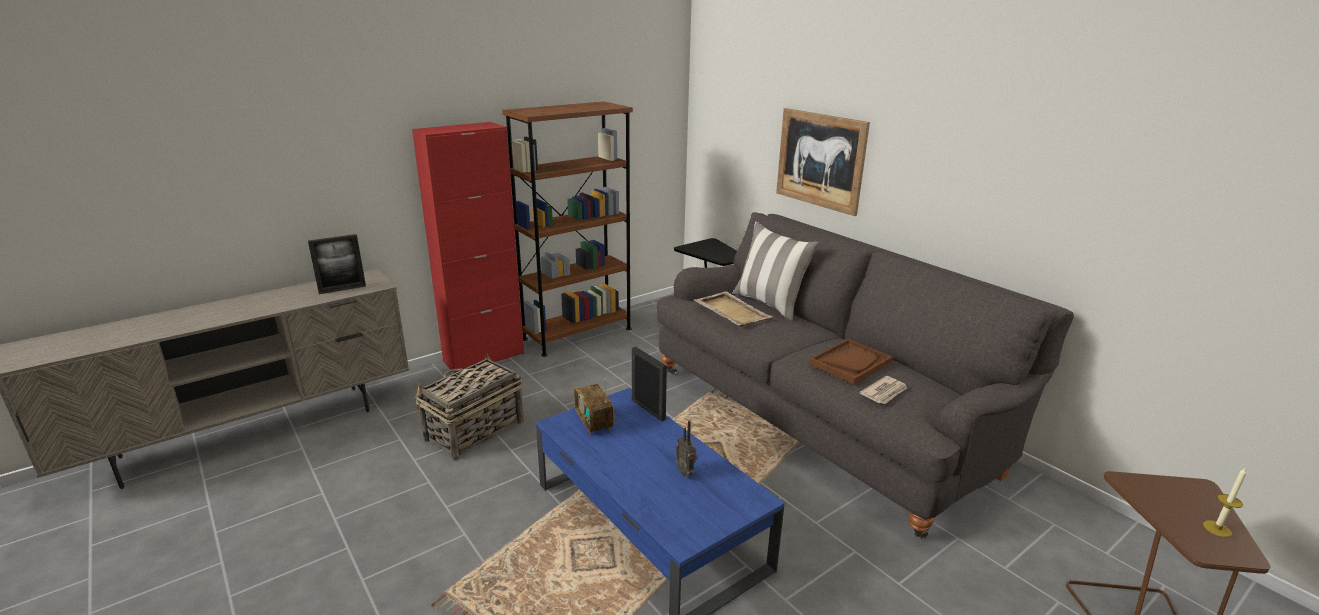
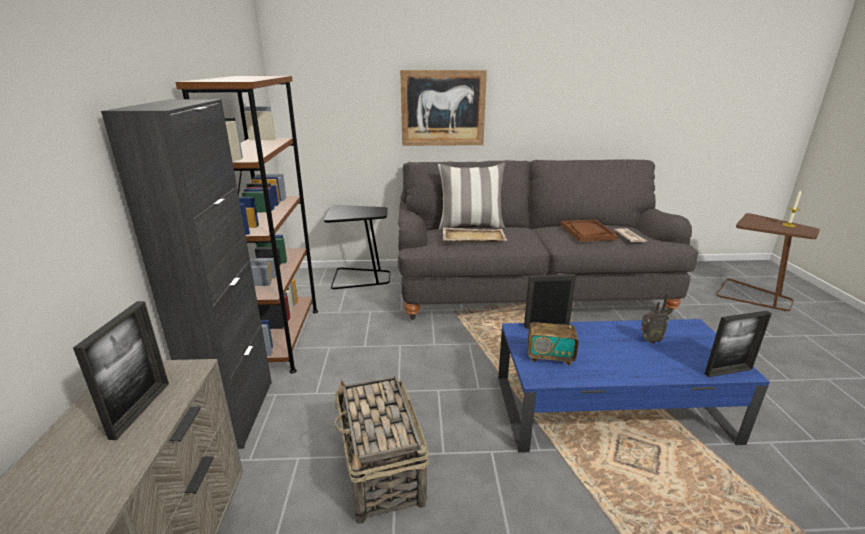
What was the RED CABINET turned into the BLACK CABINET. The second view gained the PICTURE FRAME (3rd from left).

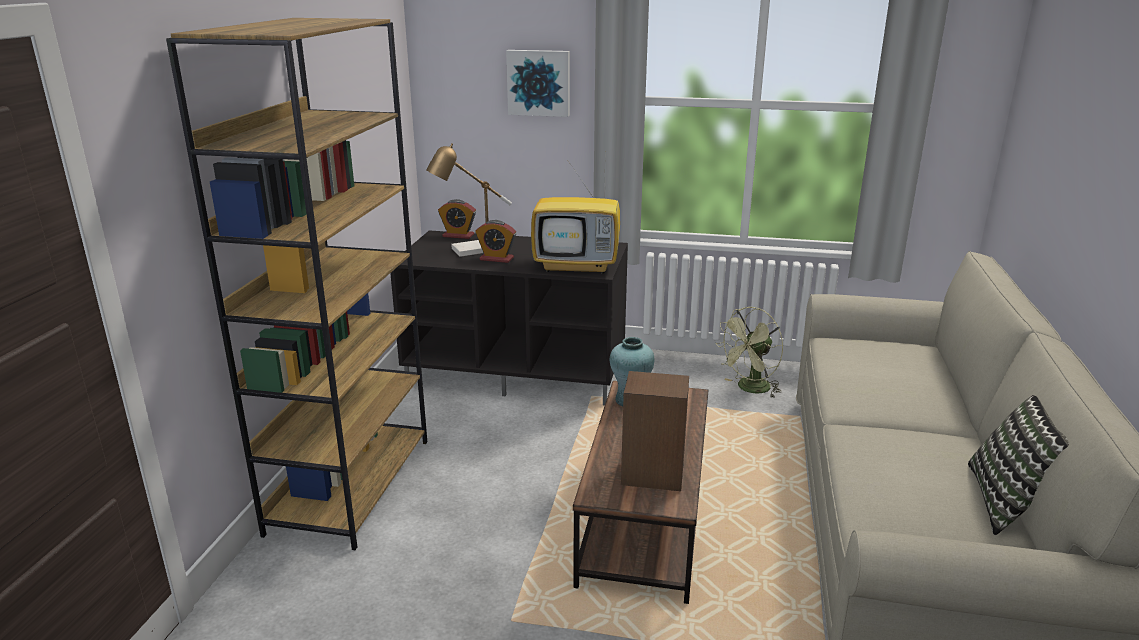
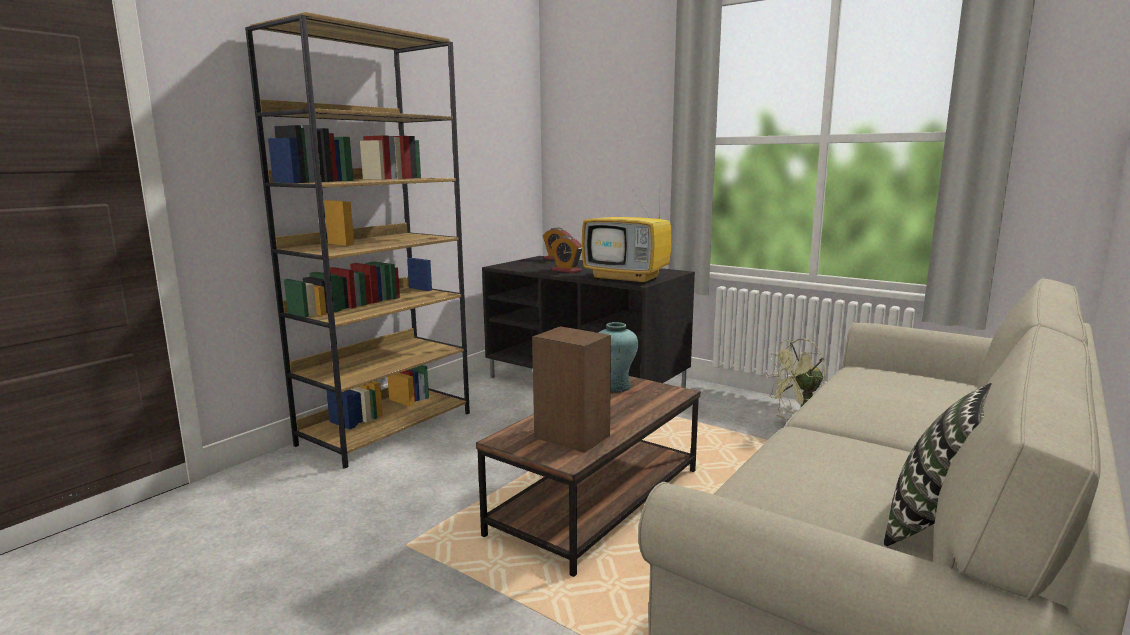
The second view lost the TABLE LAMP. The second view lost the PICTURE.

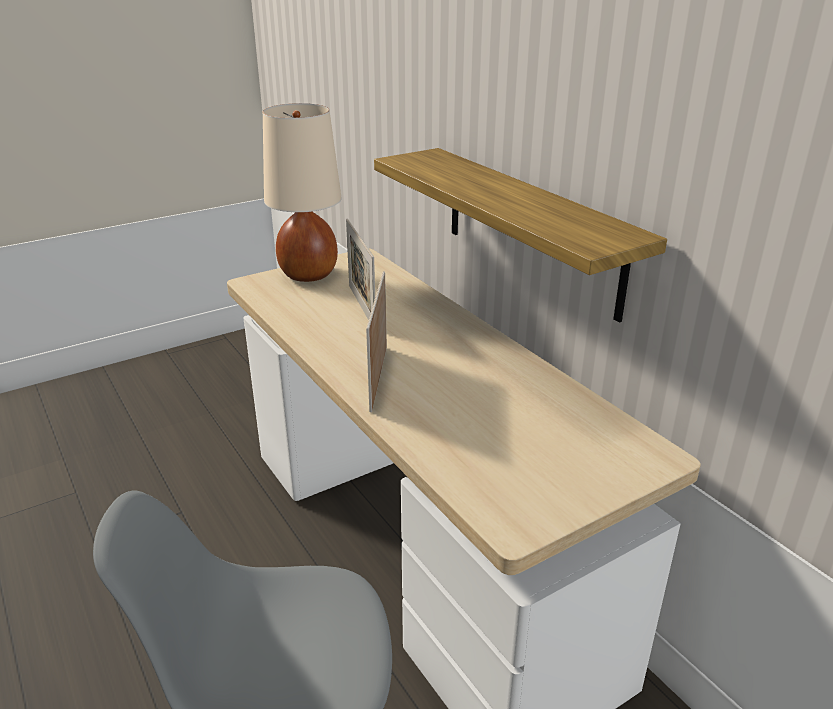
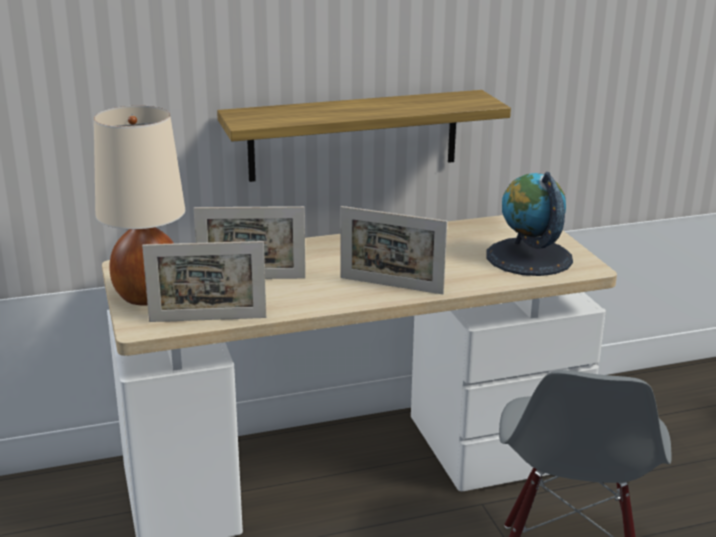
The second view gained the PICTURE FRAME (1st from left). The second view gained the GLOBE.

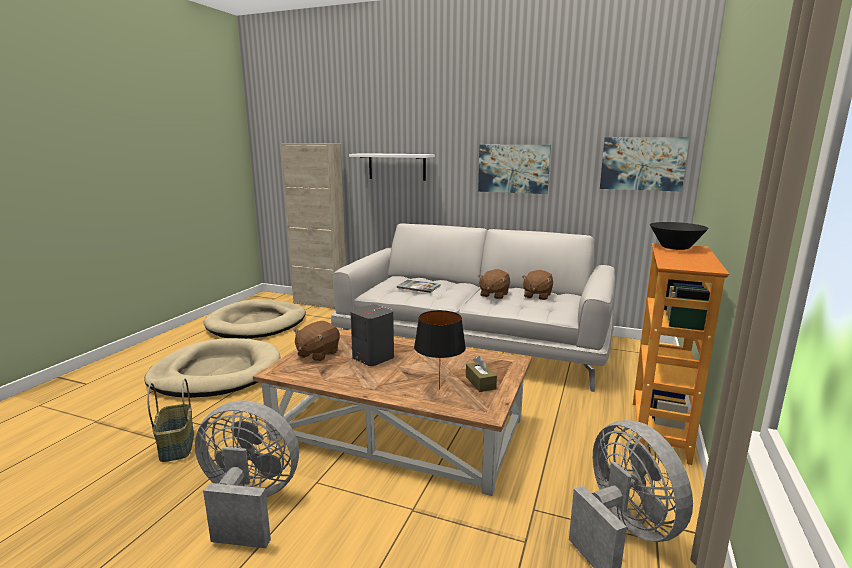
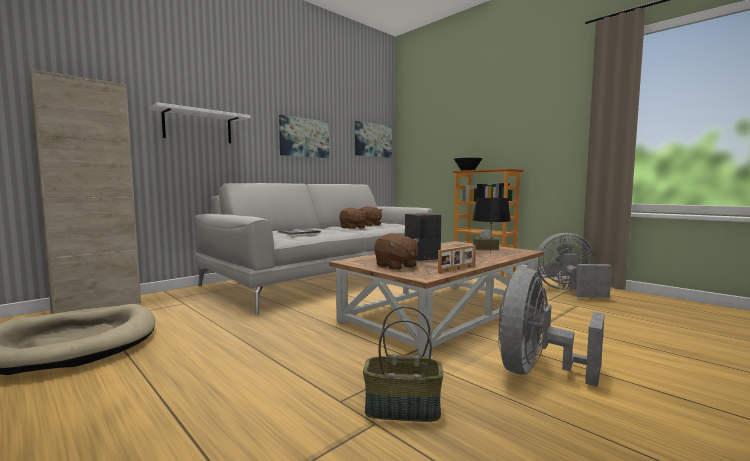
The second view lost the BEIGE DOG BED (1st from left). The second view gained the PICTURE FRAME.

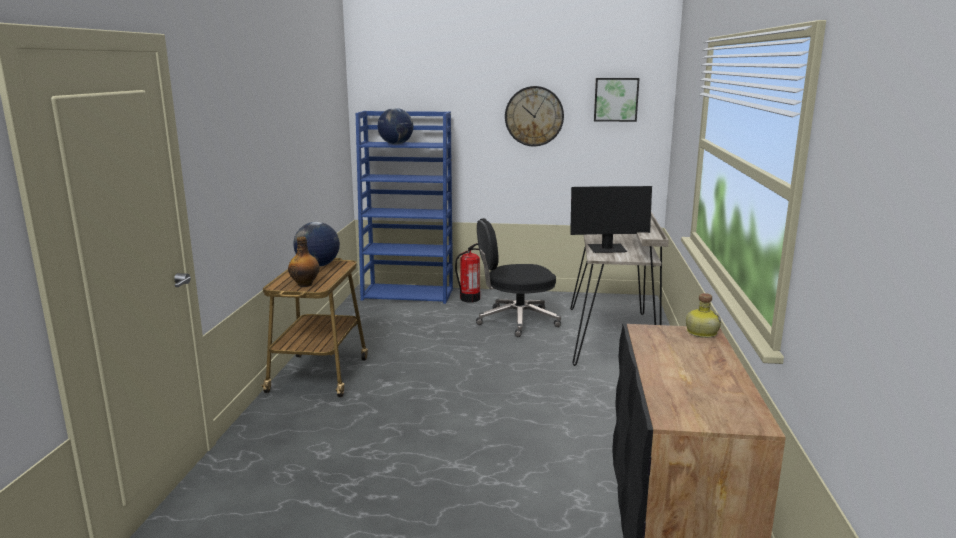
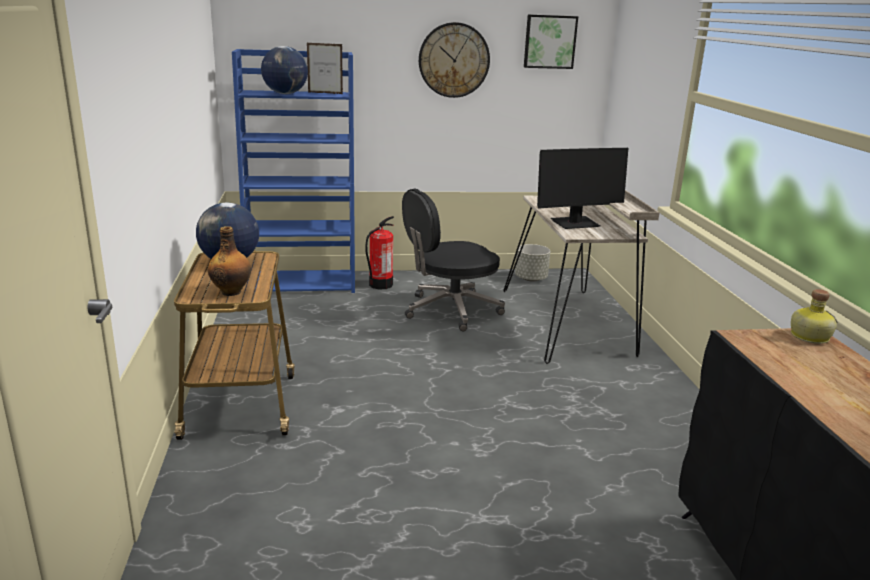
The second view gained the PICTURE FRAME. The second view gained the GREY PLANTER.

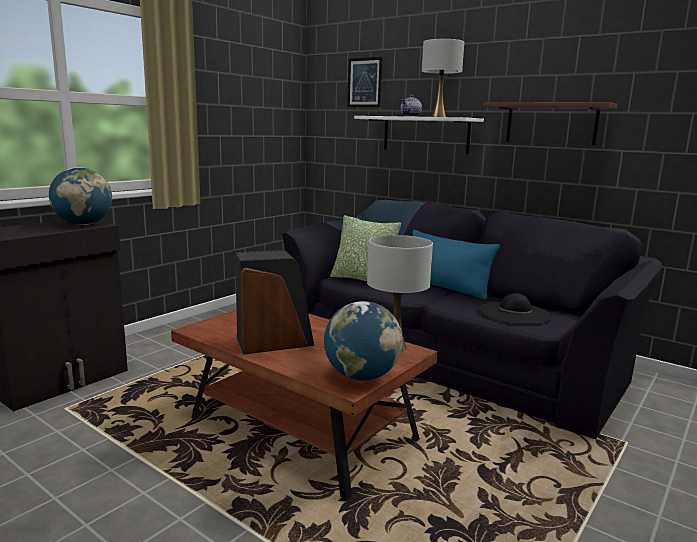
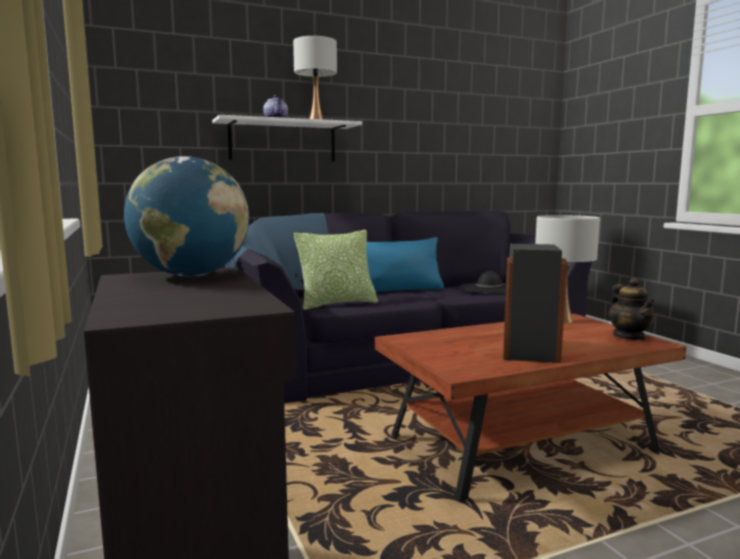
Where the GLOBE (2nd from left) stood, the TEAPOT (2nd from left) came to stand. The second view lost the PICTURE. The second view lost the BROWN SHELF.

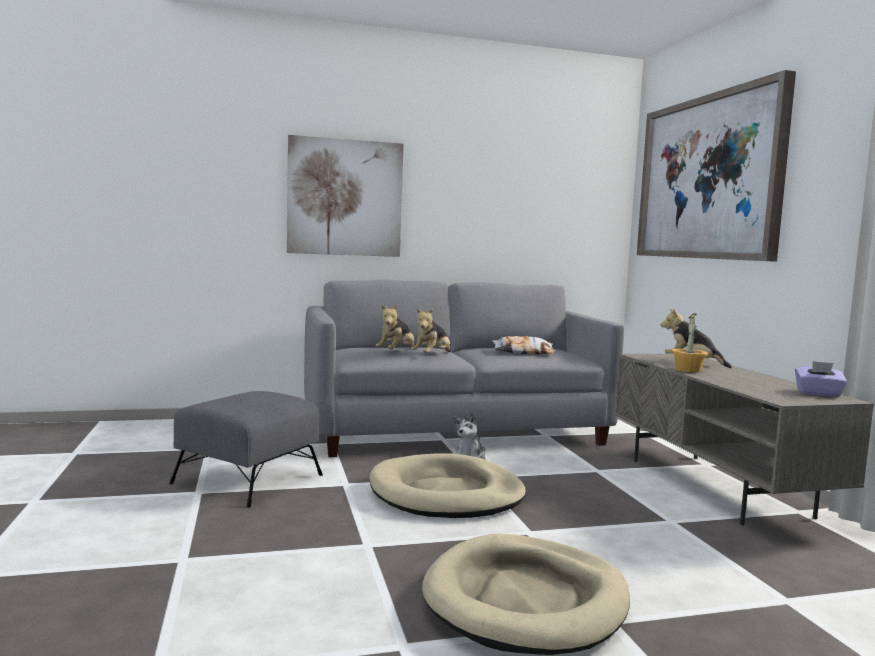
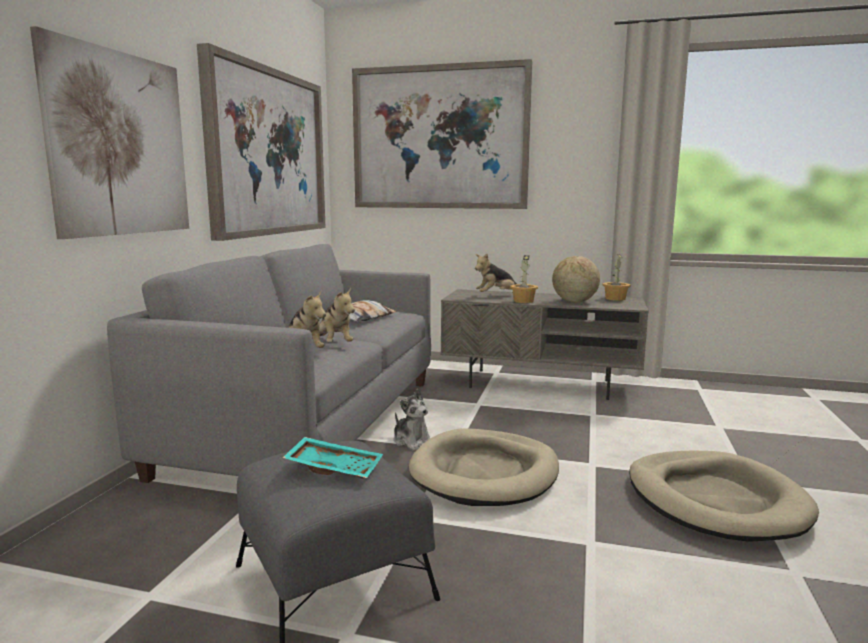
Where the PURPLE TISSUE BOX stood, the POTTED PLANT (2nd from left) came to stand. The second view gained the PICTURE (2nd from left). The second view gained the TURQUOISE TRAY. The second view gained the GLOBE.

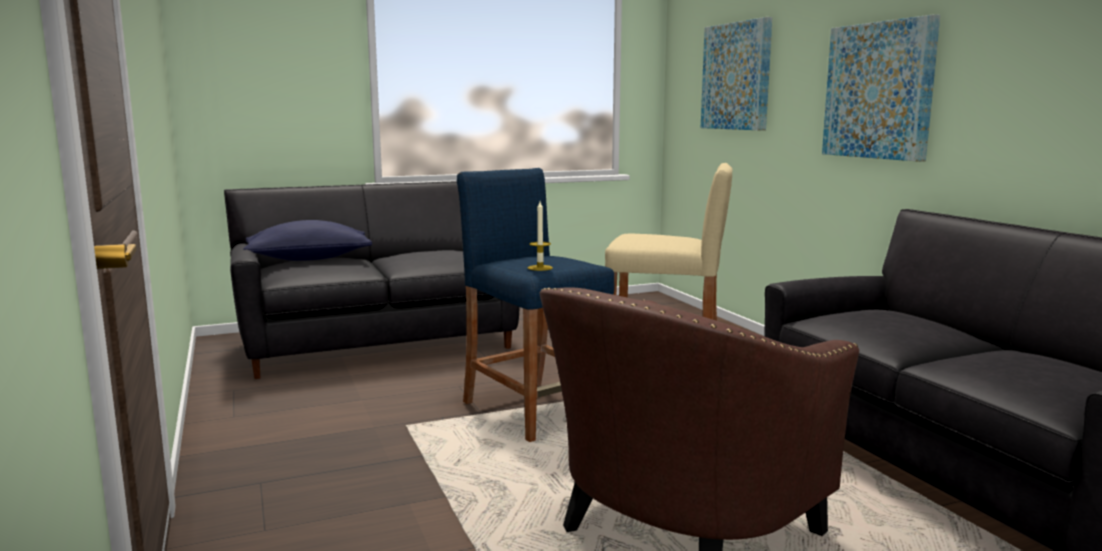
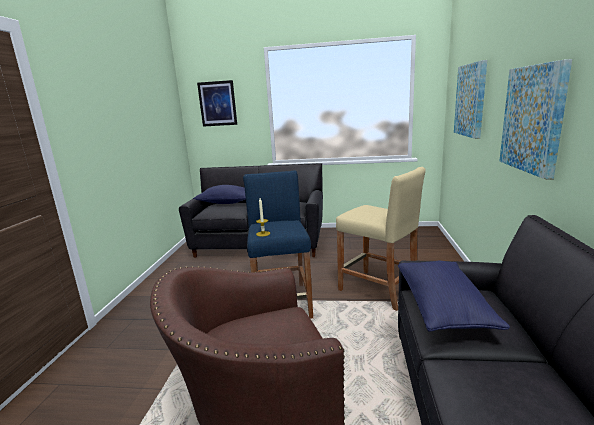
The second view gained the PICTURE (1st from left). The second view gained the BLUE PILLOW (2nd from left).

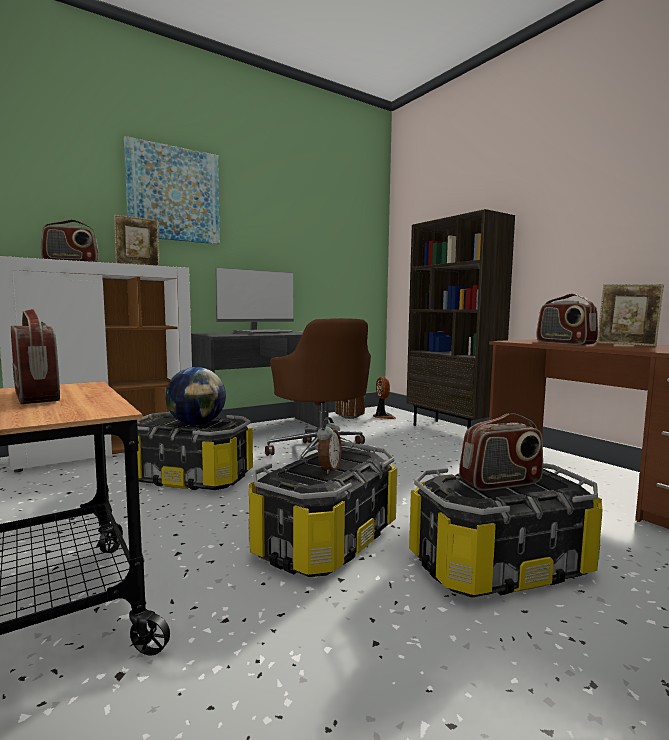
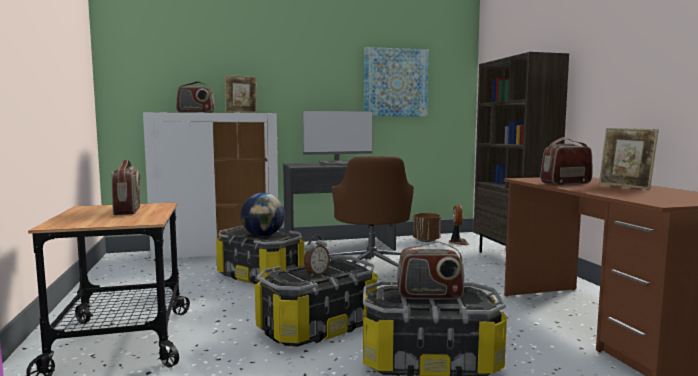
The PICTURE ended up elsewhere. The RADIO (4th from left) ended up facing another way, 75 degrees clockwise from before.

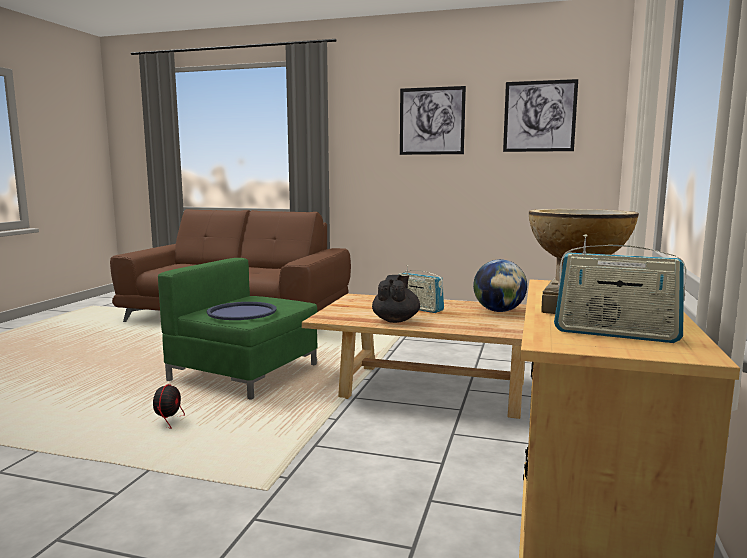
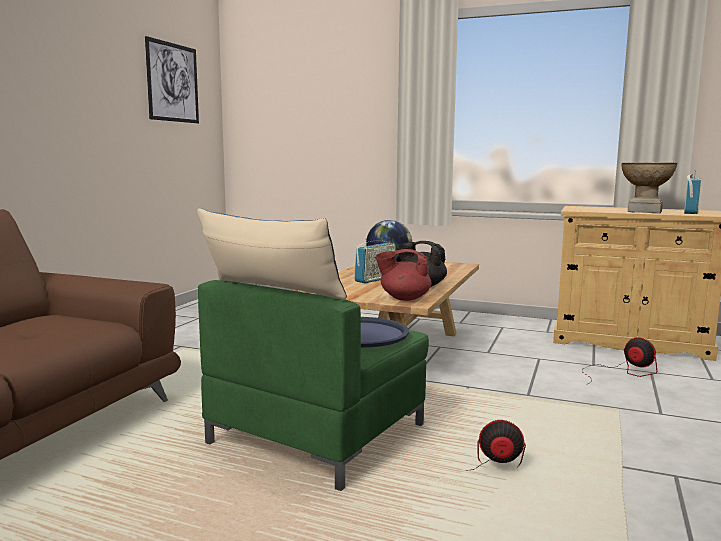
The second view lost the PICTURE (1st from left). The second view gained the PILLOW. The second view gained the RED TEAPOT. The second view gained the FAN (2nd from left).

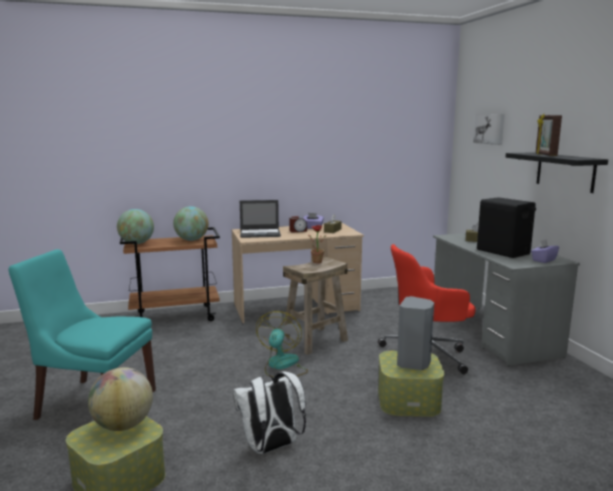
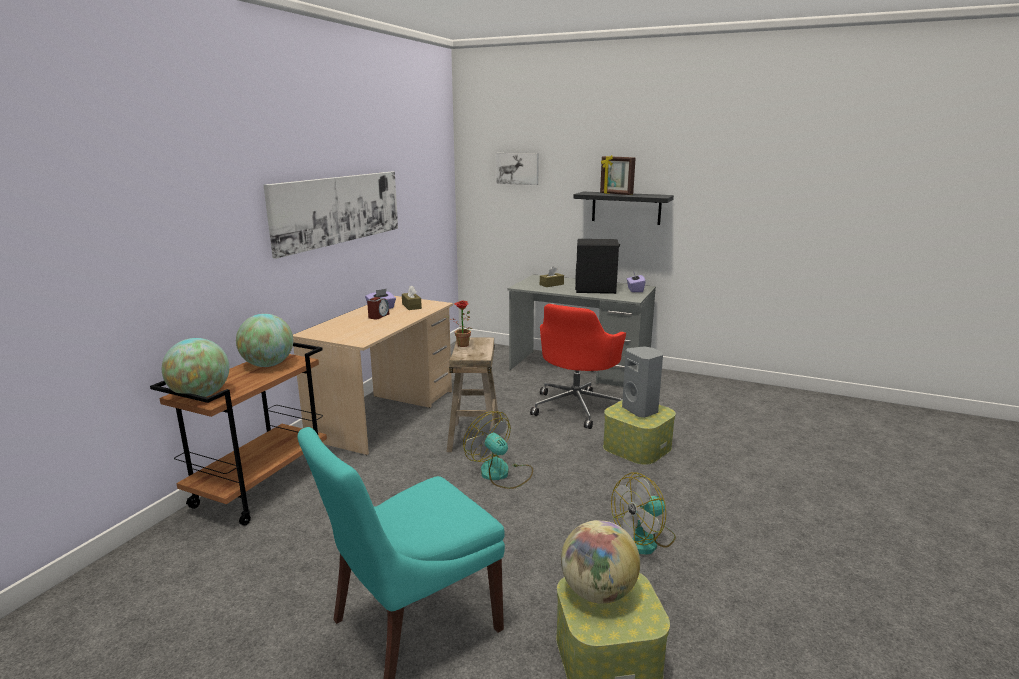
Where the WHITE BACKPACK stood, the FAN (2nd from left) came to stand. The second view lost the LAPTOP. The second view gained the PICTURE (1st from left).

